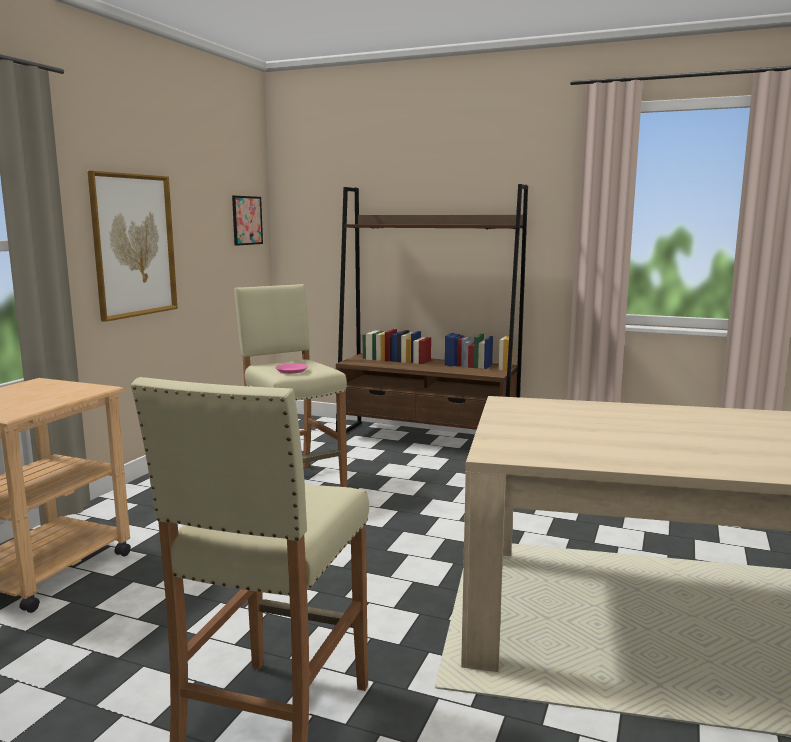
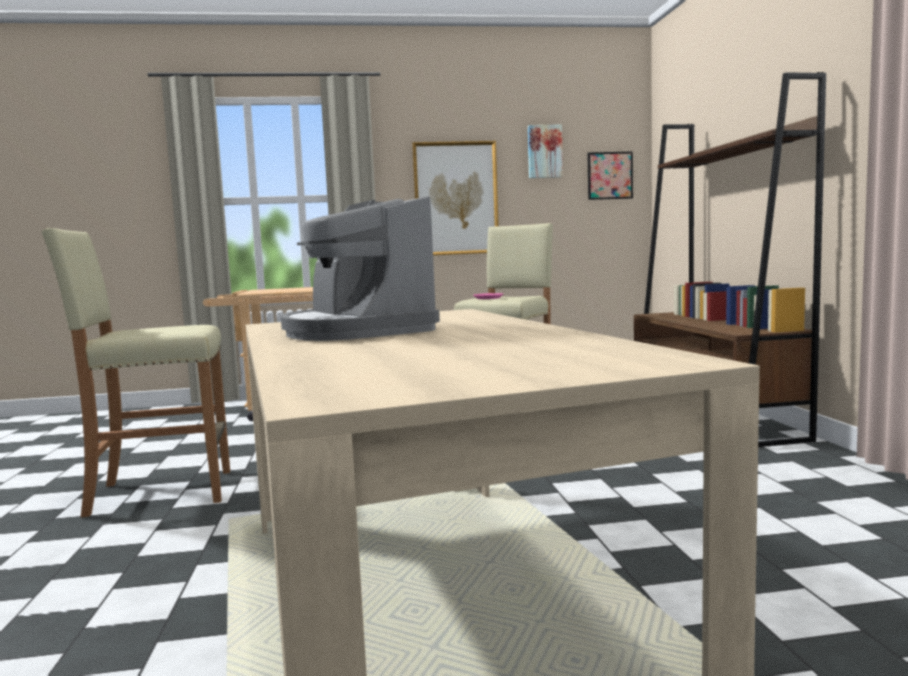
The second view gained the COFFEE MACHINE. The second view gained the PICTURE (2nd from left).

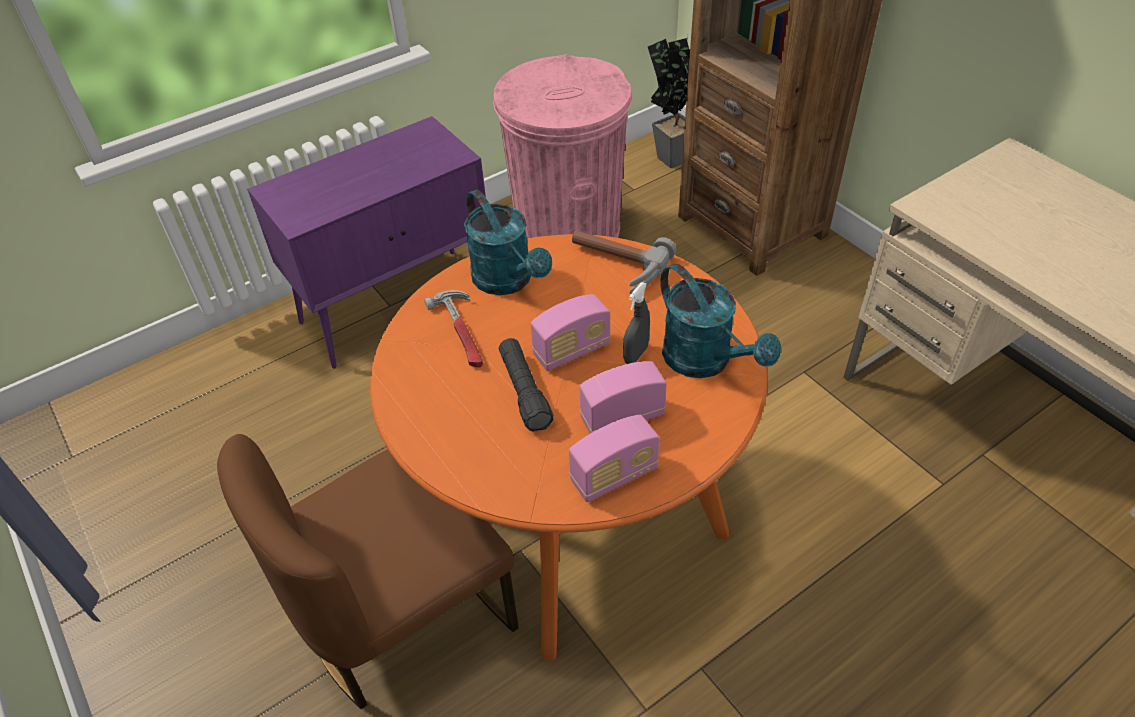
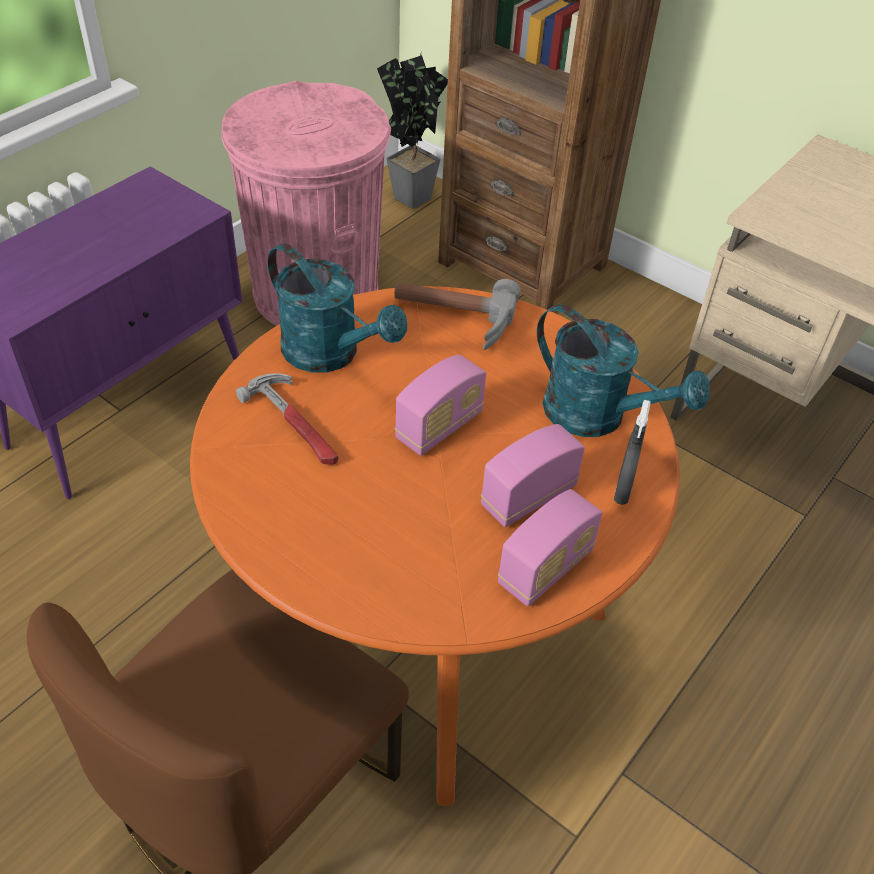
The second view lost the BLACK FLASHLIGHT. The GREY SPRAY BOTTLE ended up elsewhere.

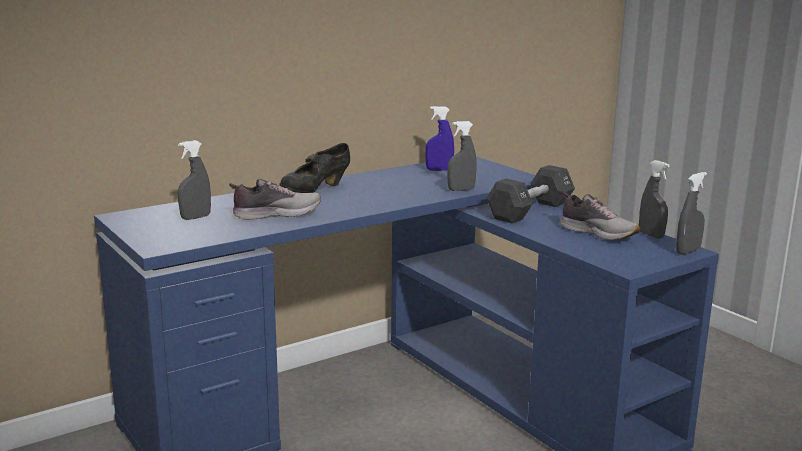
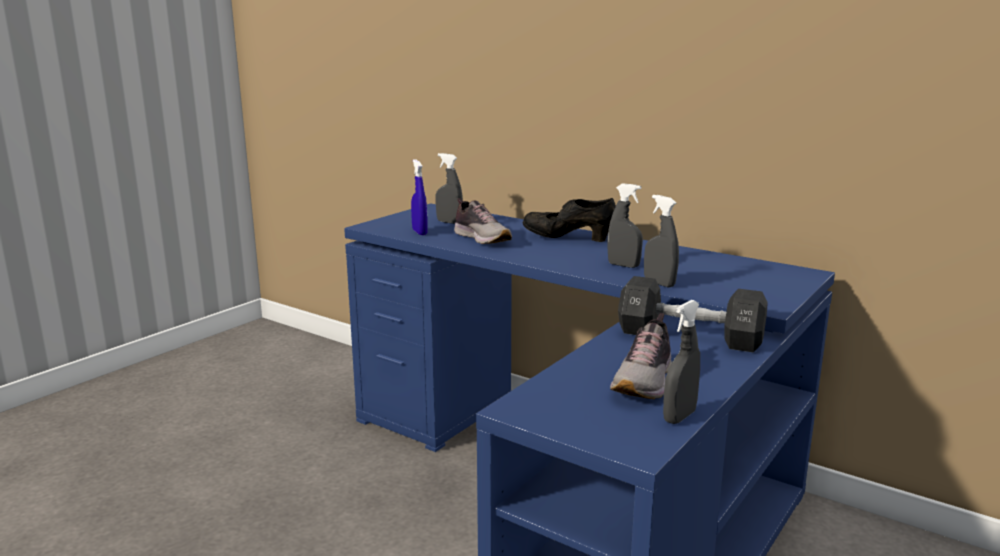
The BLUE SPRAY BOTTLE ended up elsewhere. The GREY SPRAY BOTTLE (4th from left in the first image) ended up elsewhere.

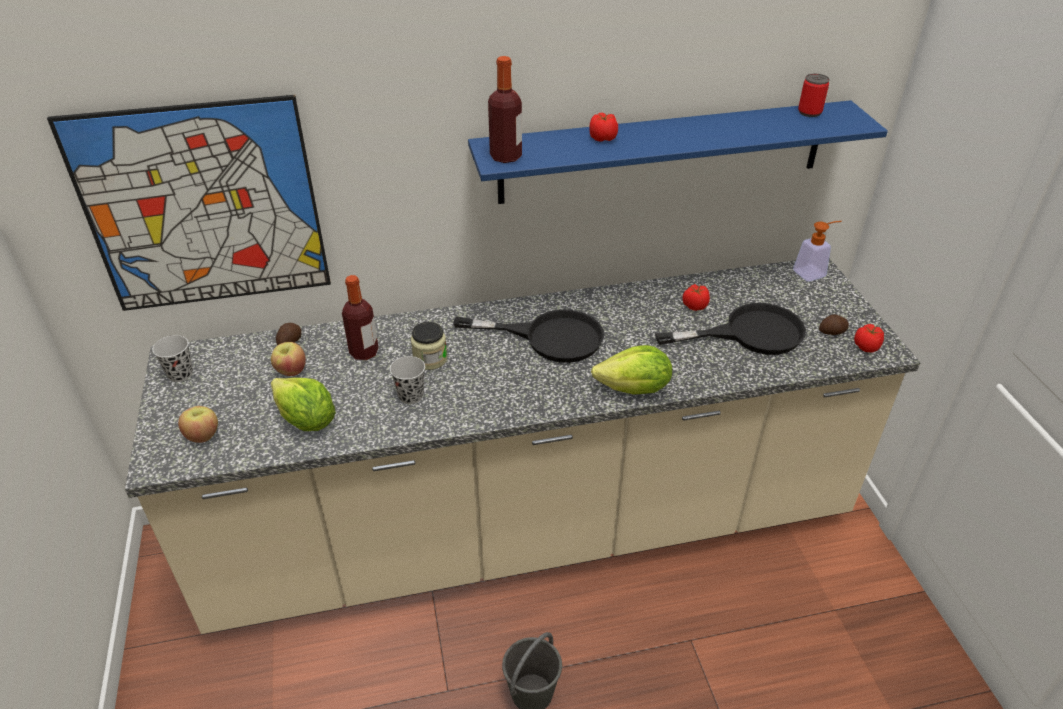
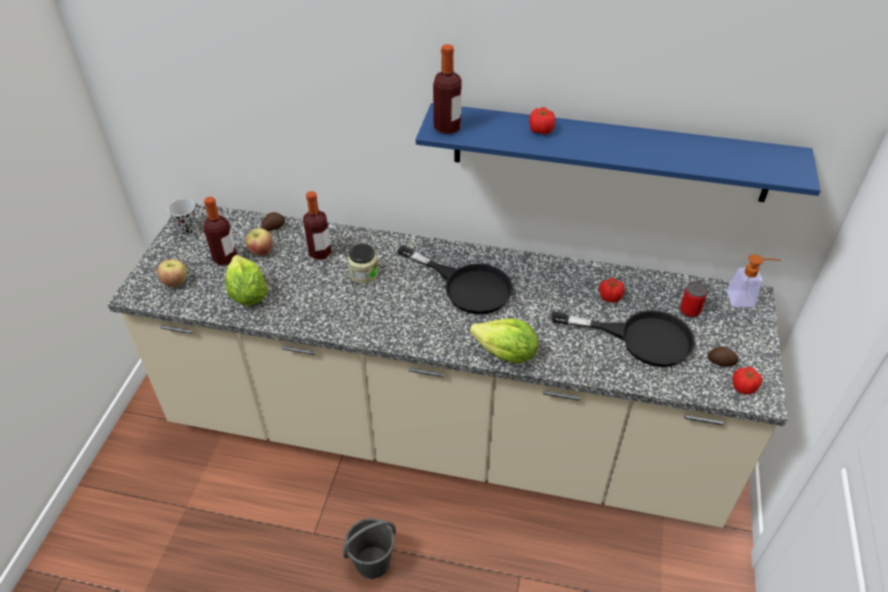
The second view lost the PICTURE. The second view lost the BLACK CUP (2nd from left). The CAN ended up elsewhere. The second view gained the BOTTLE (1st from left).

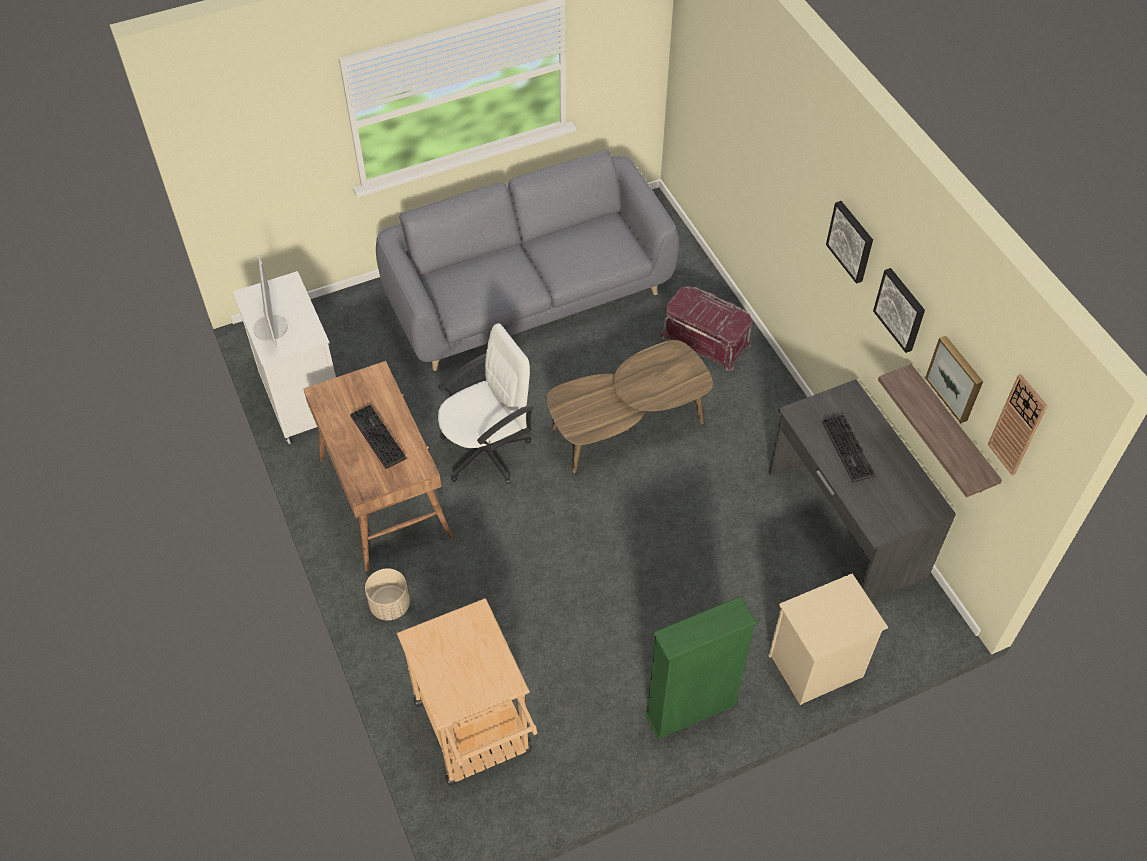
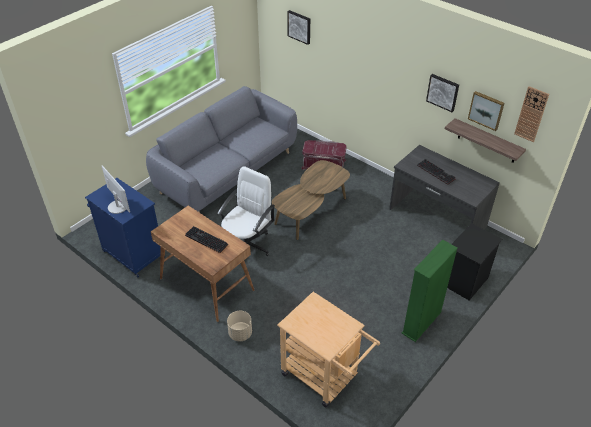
What was the WHITE CABINET turned into the BLUE CABINET. What was the BEIGE NIGHTSTAND turned into the BLACK NIGHTSTAND. The PICTURE (1st from left) ended up elsewhere.

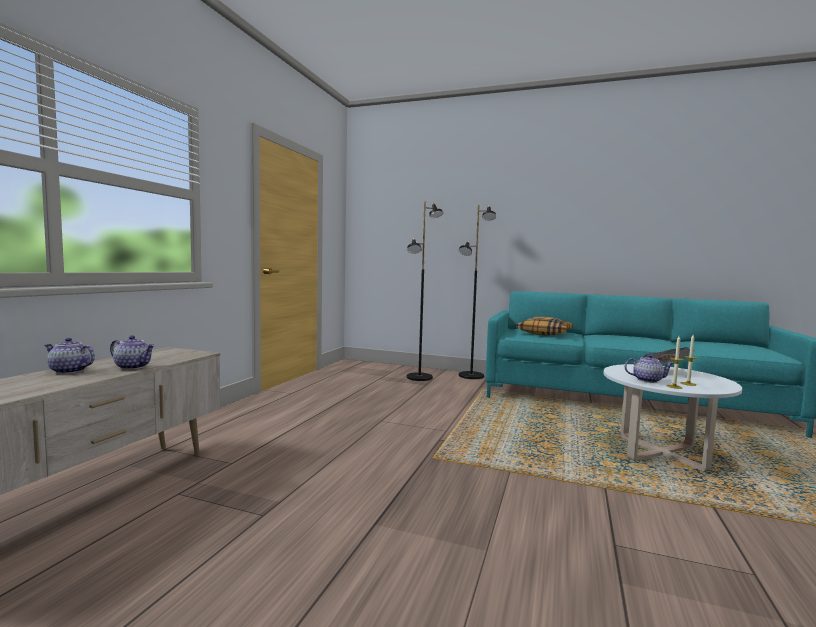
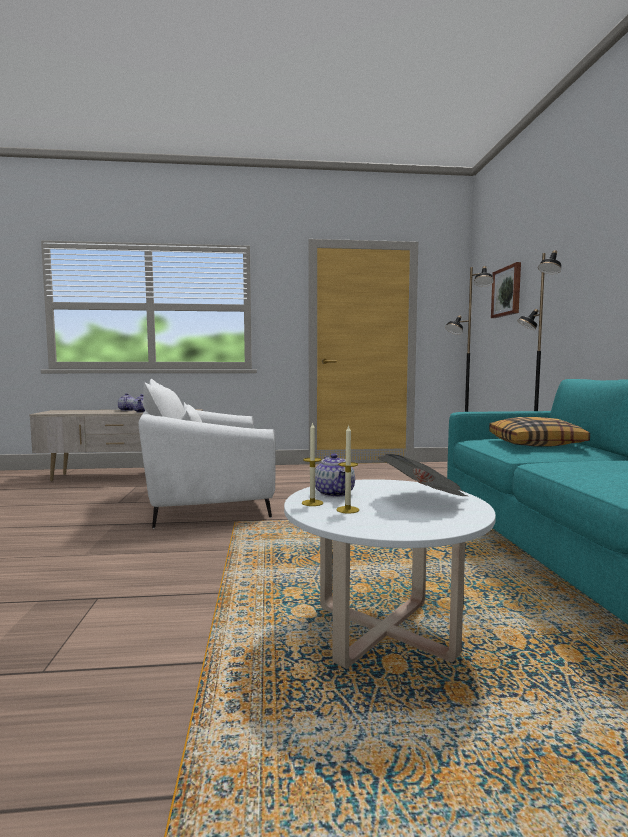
The second view gained the WHITE ARMCHAIR. The second view gained the PICTURE.

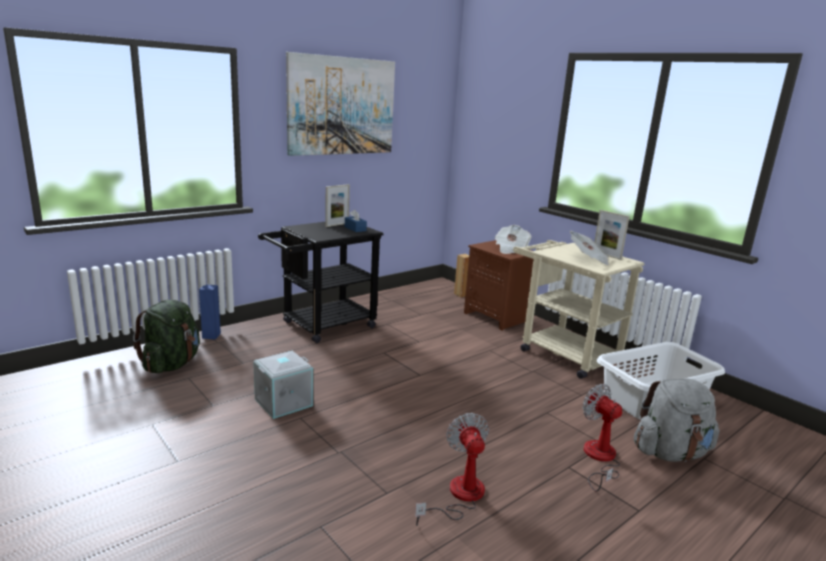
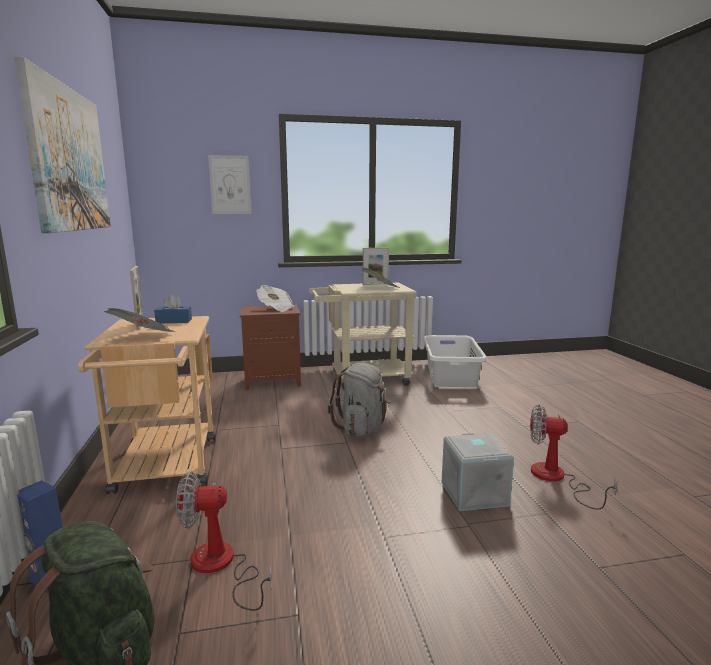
The GREY STORAGE BOX ended up elsewhere. What was the BLACK CART turned into the BEIGE CART (1st from left). The FAN (2nd from left in the first image) ended up elsewhere. The GREY BACKPACK ended up elsewhere. The second view gained the NEWSPAPER (1st from left). The second view gained the PICTURE (2nd from left).

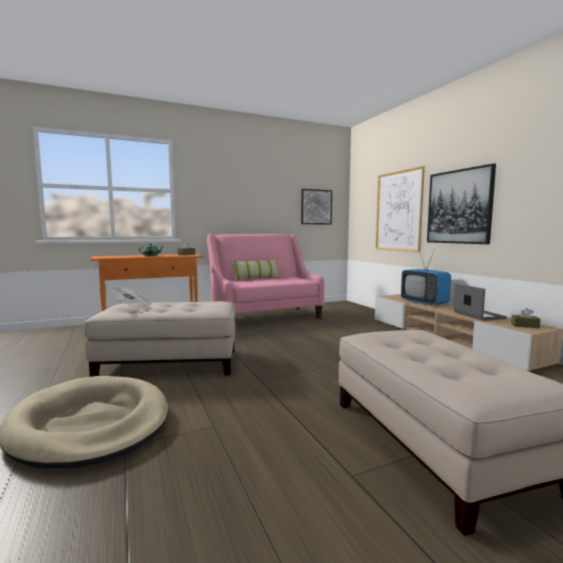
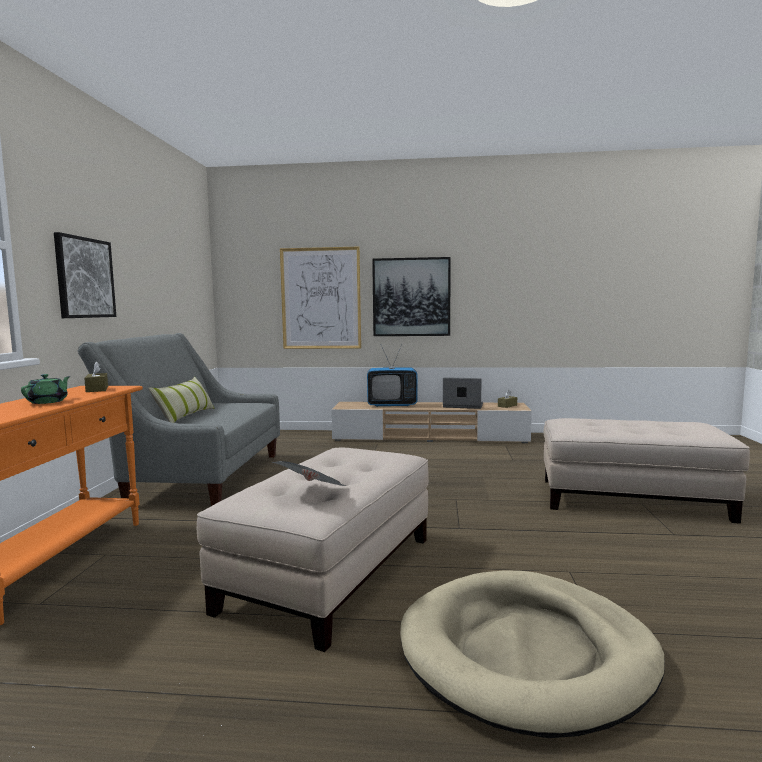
What was the PINK SOFA turned into the GREY SOFA. The PICTURE (1st from left) ended up elsewhere.

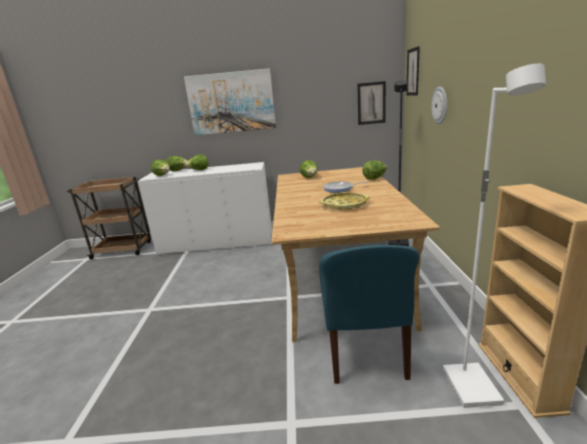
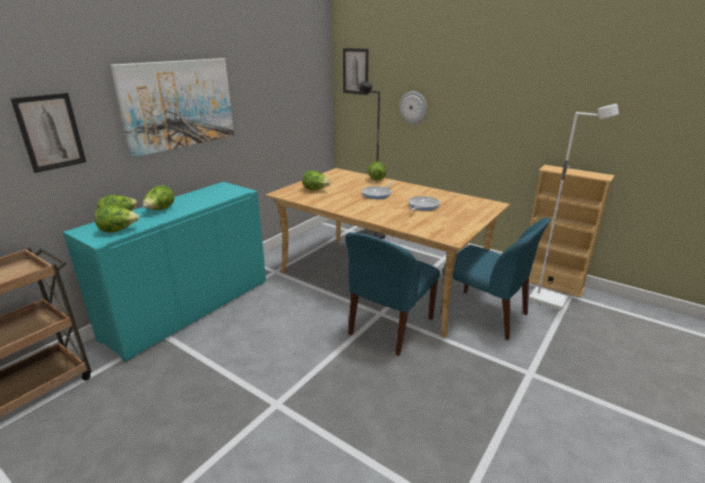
What was the WHITE CABINET turned into the TURQUOISE CABINET. Where the YELLOW TRAY stood, the FRYING PAN (2nd from left) came to stand. The PICTURE (2nd from left in the first image) ended up elsewhere. The second view gained the BLUE CHAIR (1st from left).

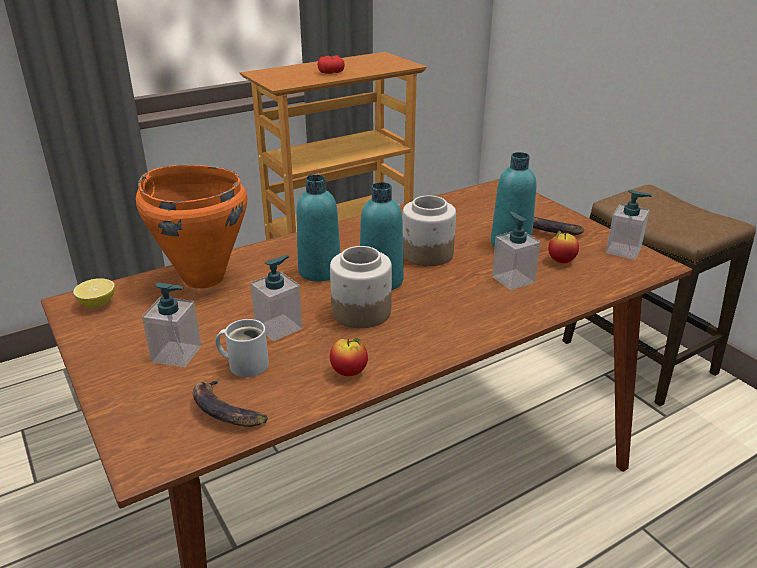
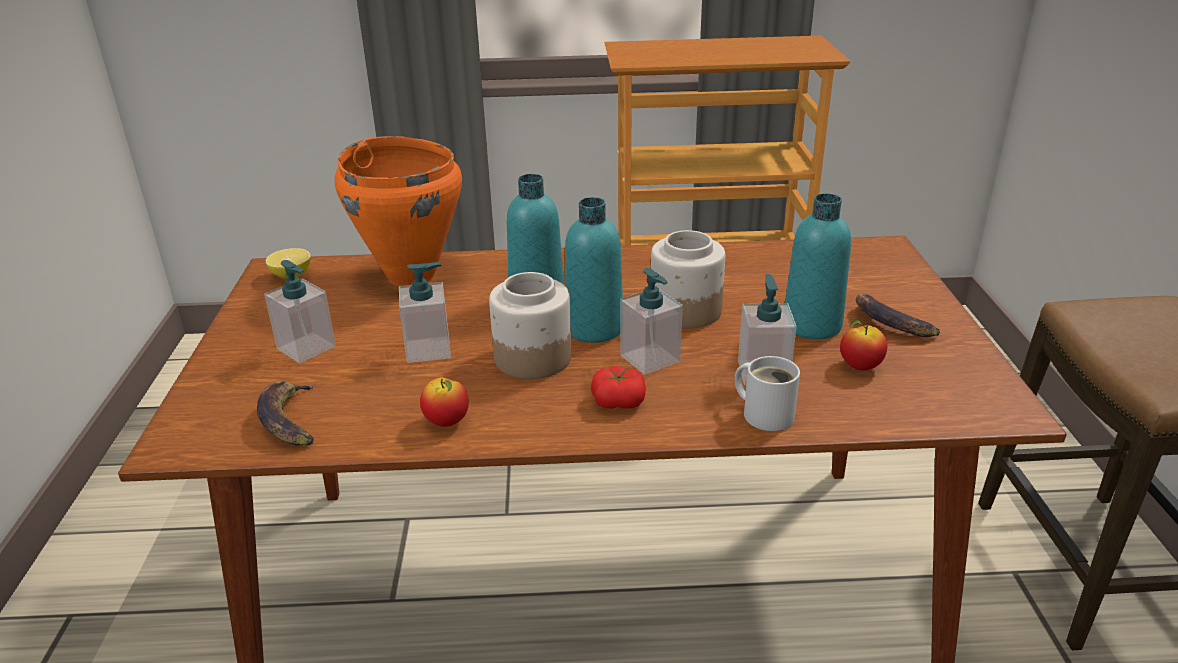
The WHITE MUG ended up elsewhere. The TOMATO ended up elsewhere. The SOAP DISPENSER (4th from left in the first image) ended up elsewhere.

